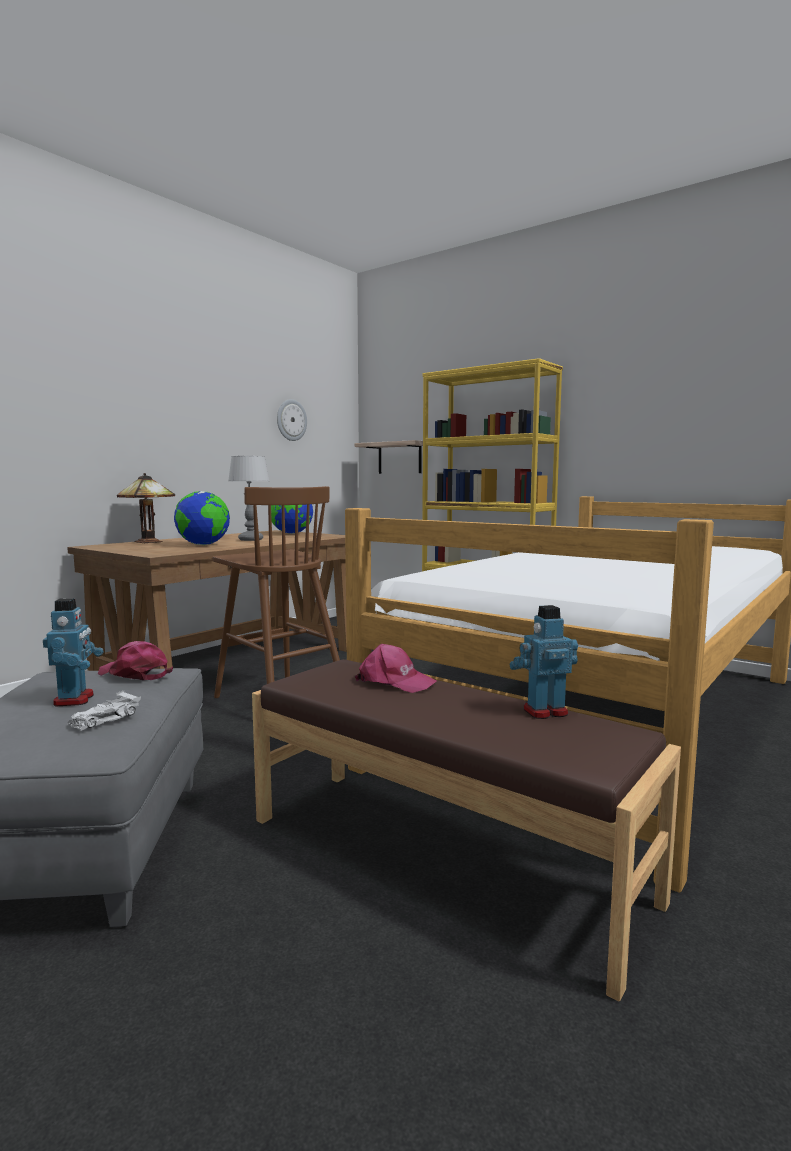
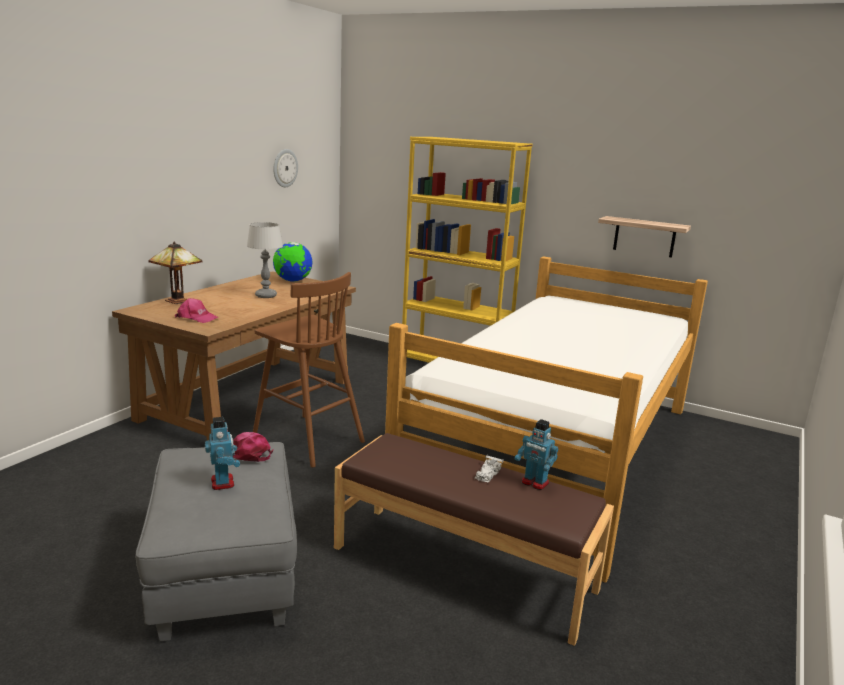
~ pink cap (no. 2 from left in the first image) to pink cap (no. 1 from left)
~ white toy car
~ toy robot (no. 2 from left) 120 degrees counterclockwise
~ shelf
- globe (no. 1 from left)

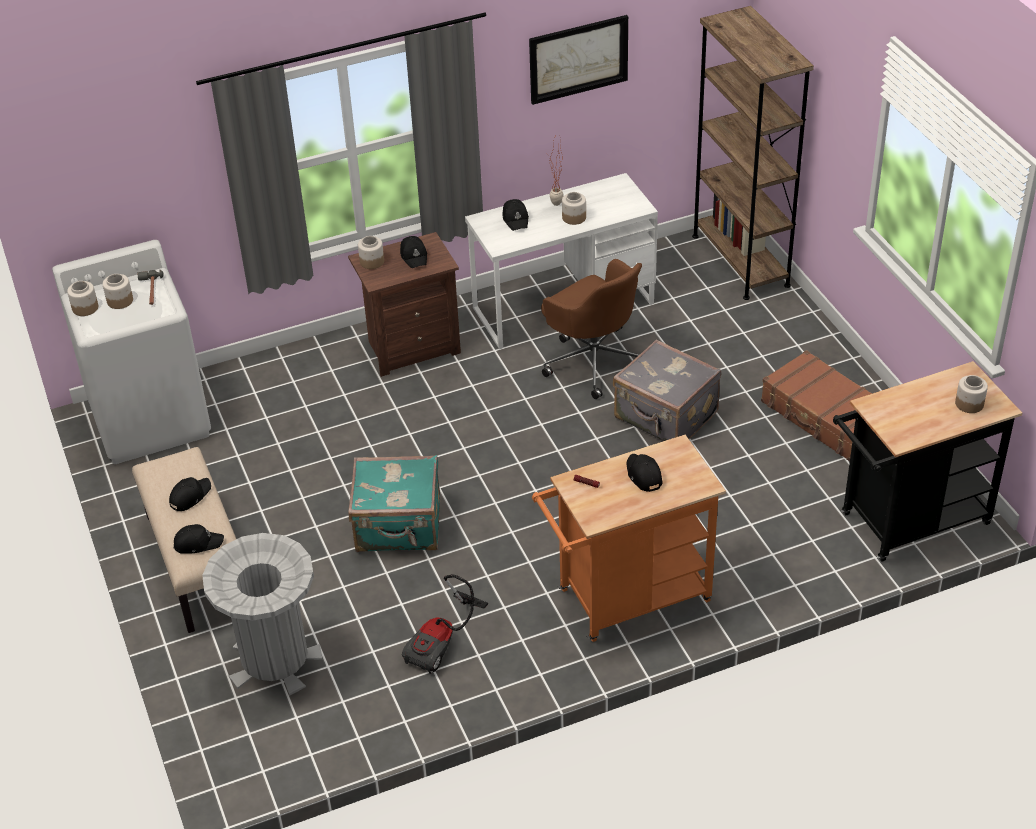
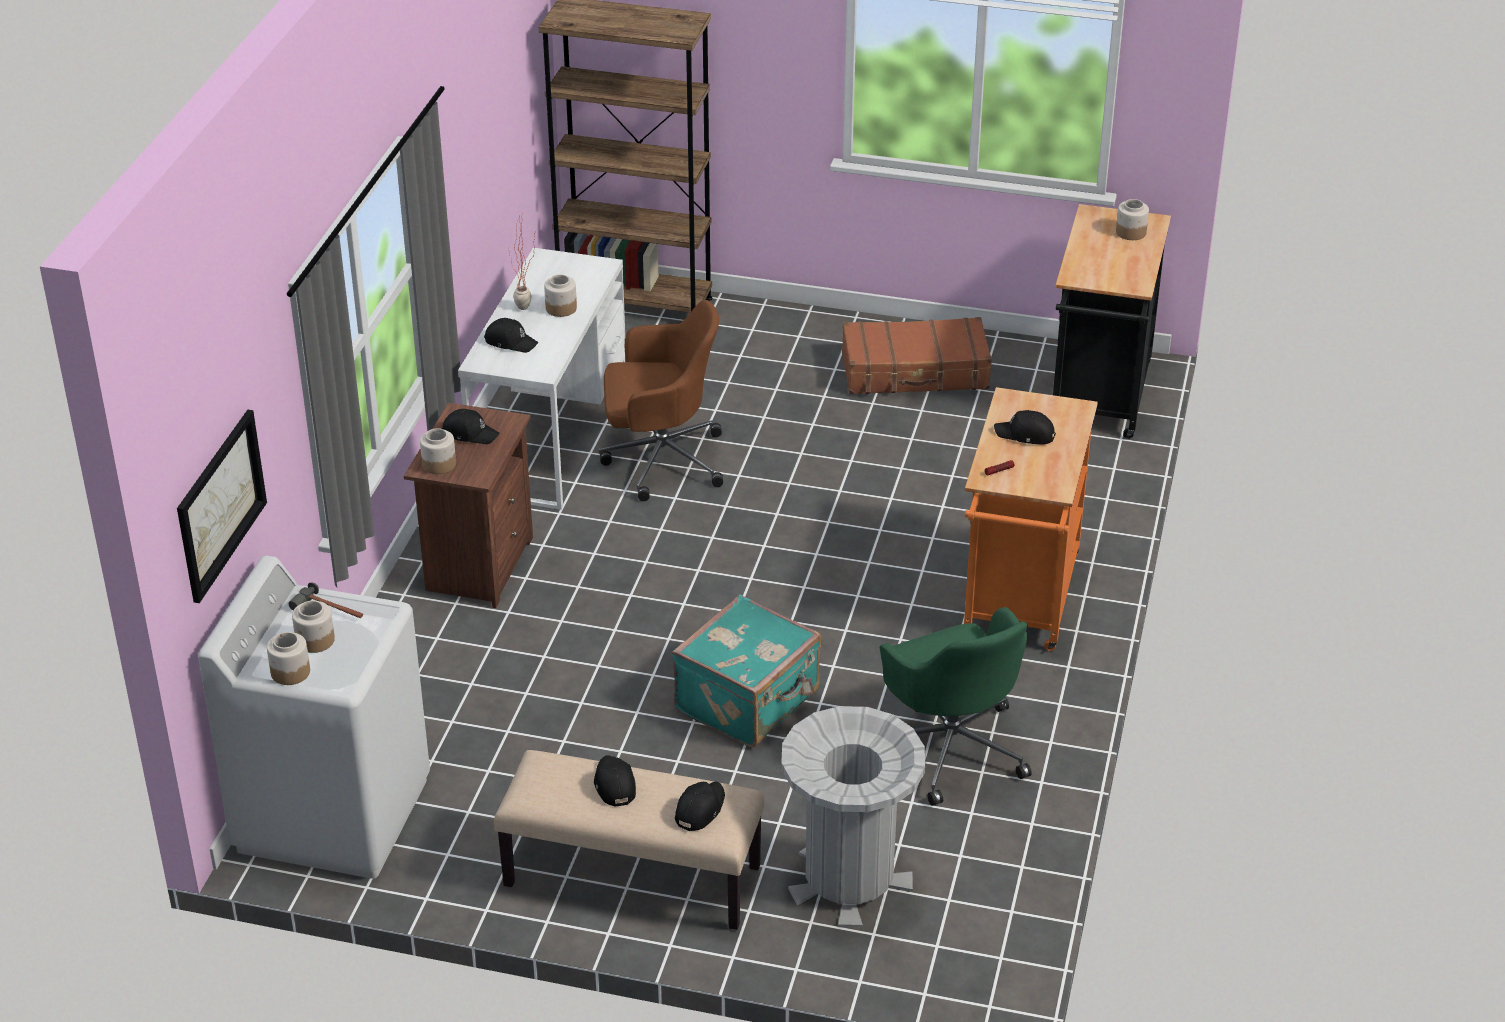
~ picture
~ vacuum cleaner to green office chair
- grey suitcase

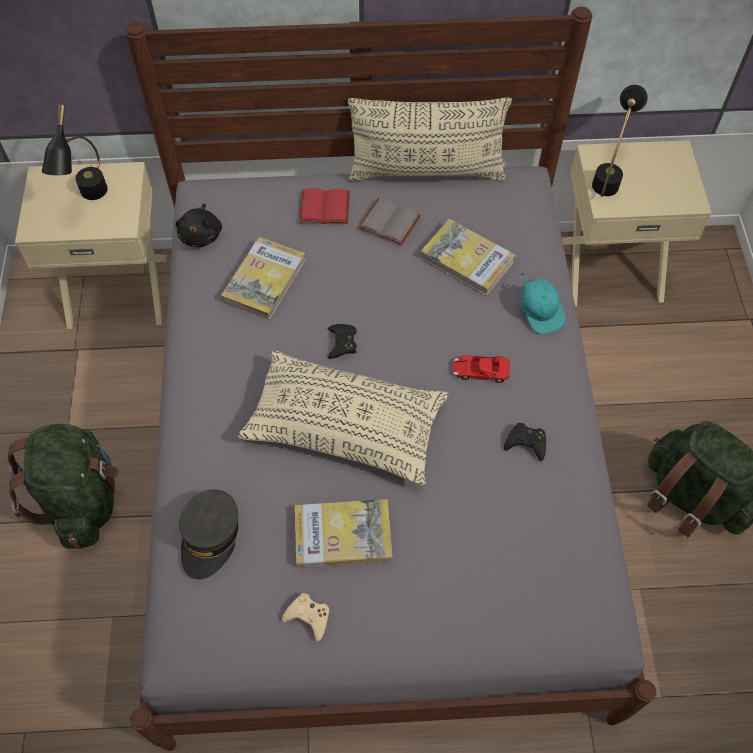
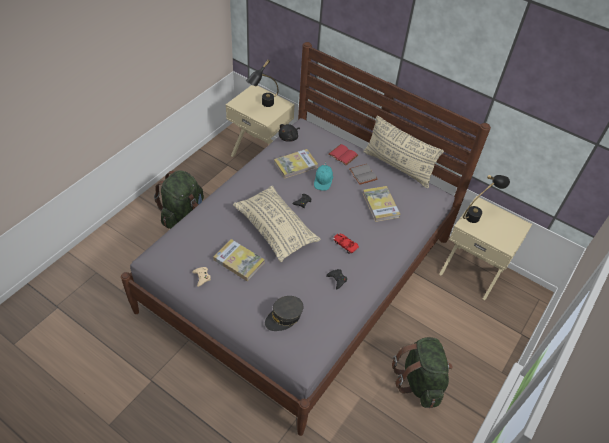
~ grey cap
~ turquoise cap

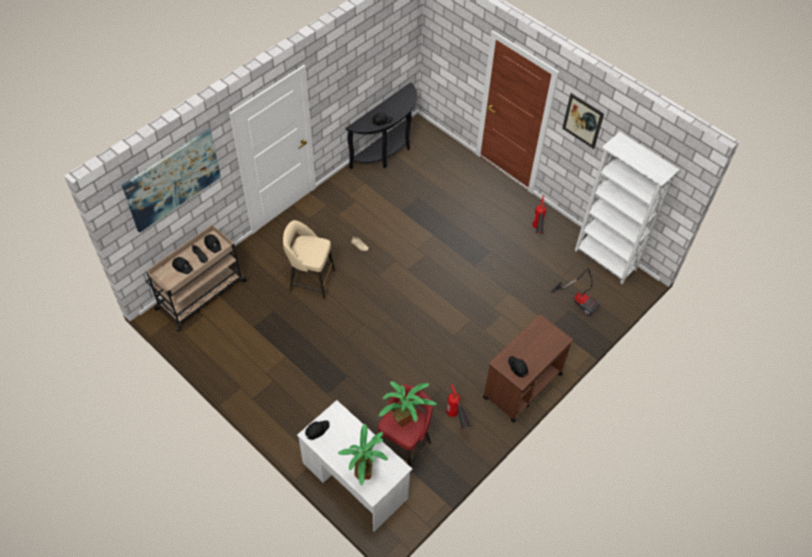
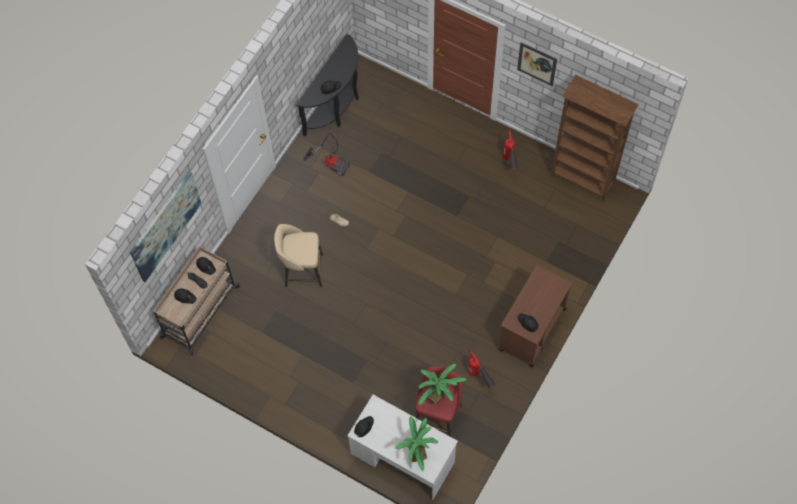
~ vacuum cleaner
~ white bookcase to brown bookcase

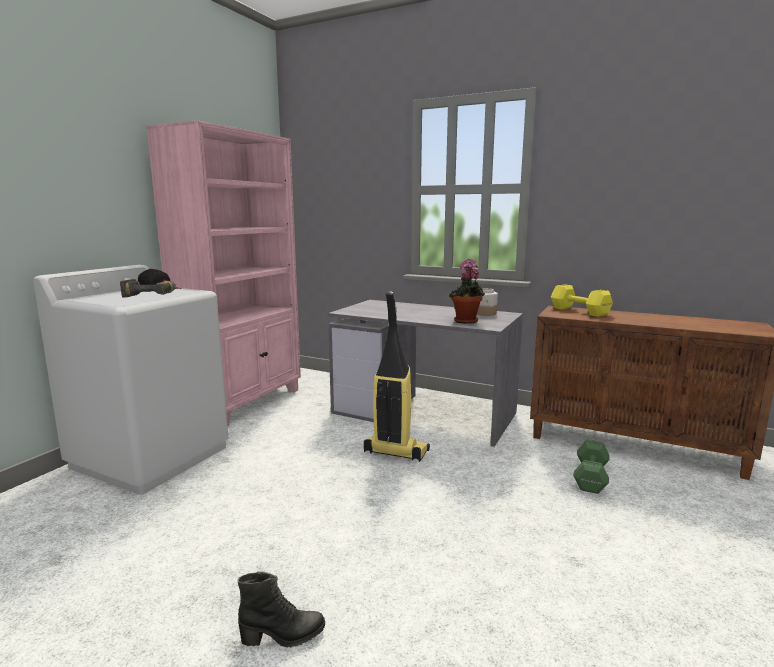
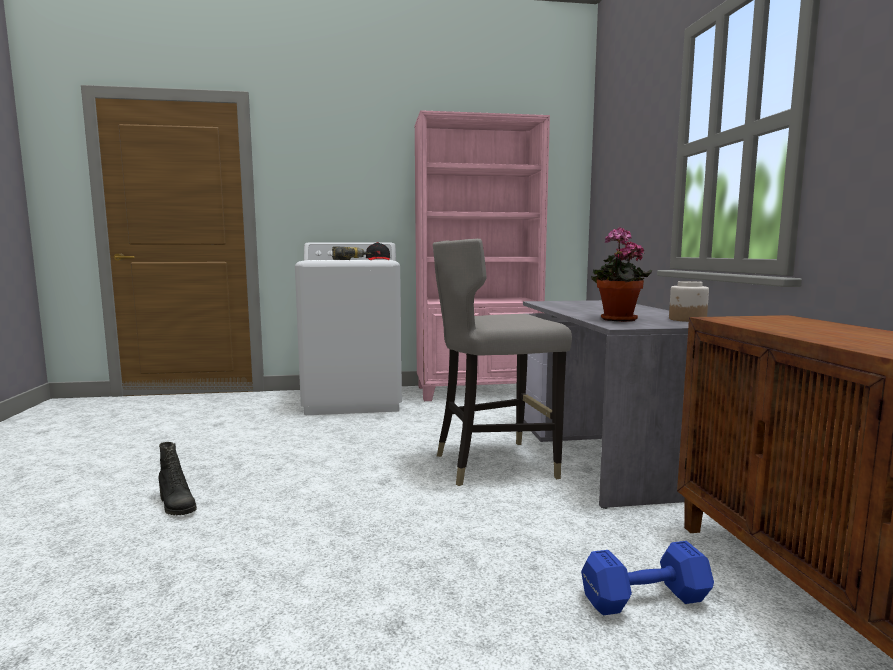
~ vacuum cleaner to grey stool
~ green dumbbell to blue dumbbell
- yellow dumbbell

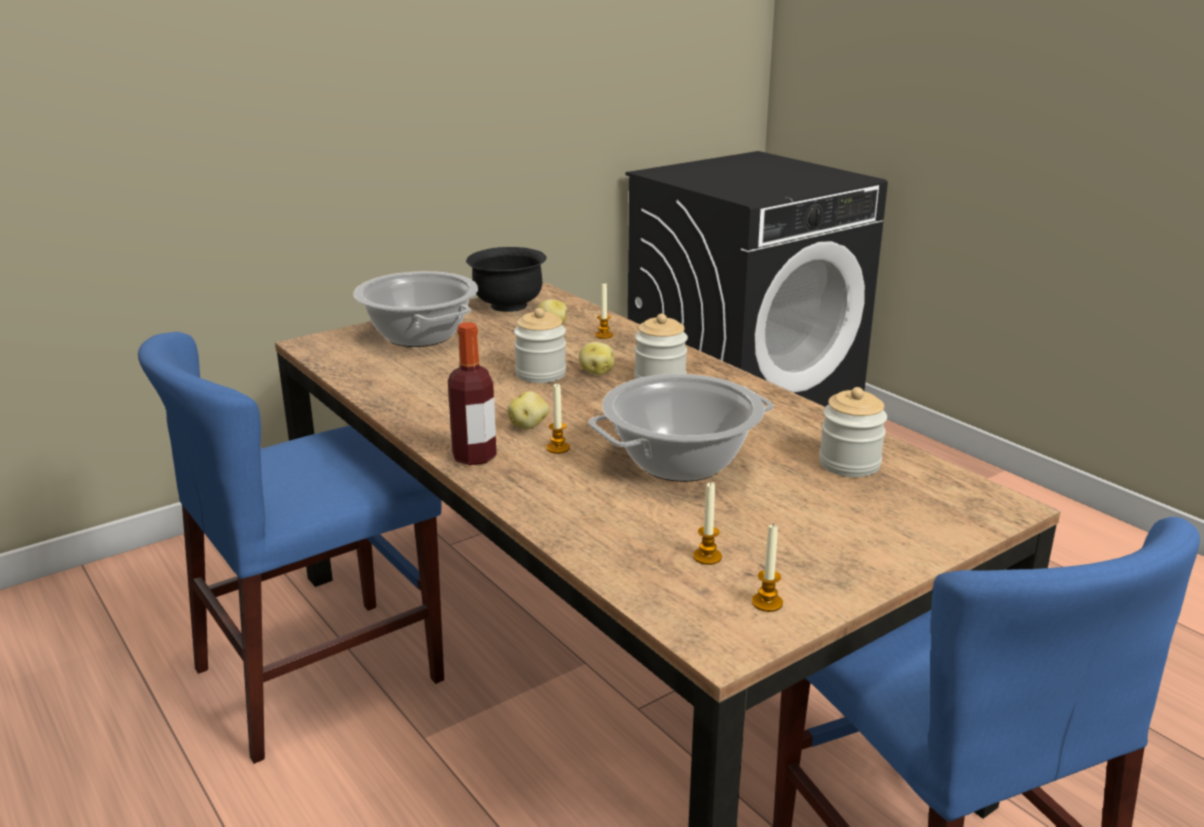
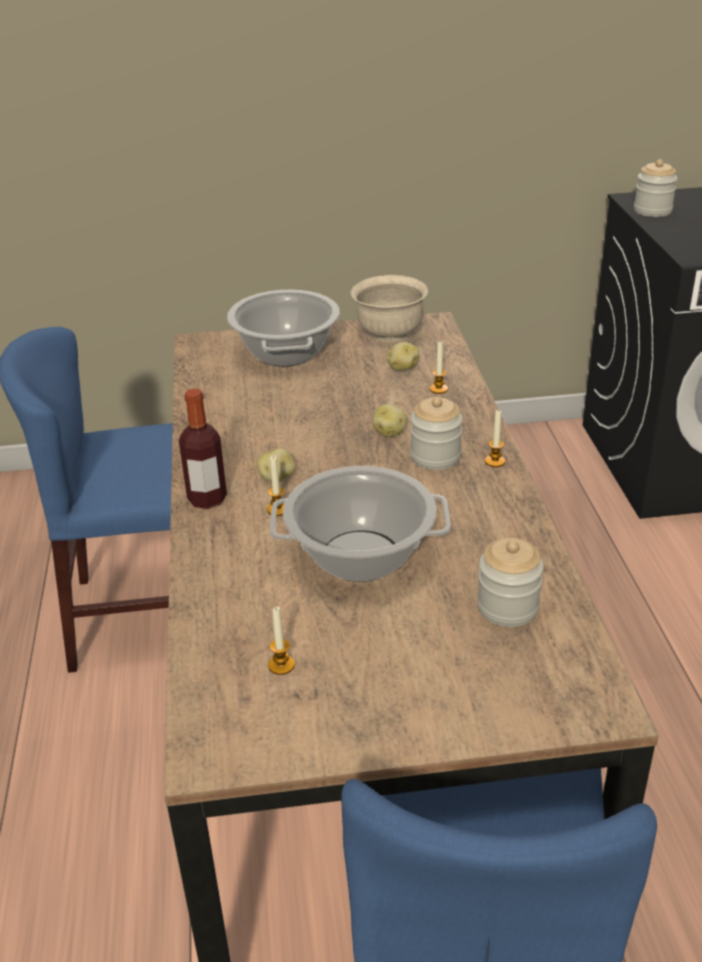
~ black bowl to beige bowl
~ candle (no. 4 from left)
~ jar (no. 1 from left in the first image) to jar (no. 3 from left)

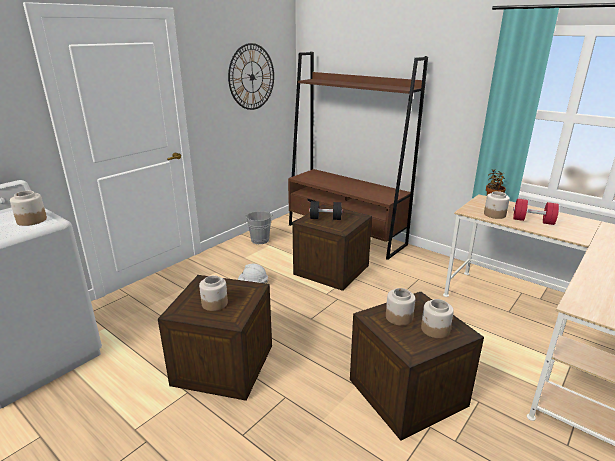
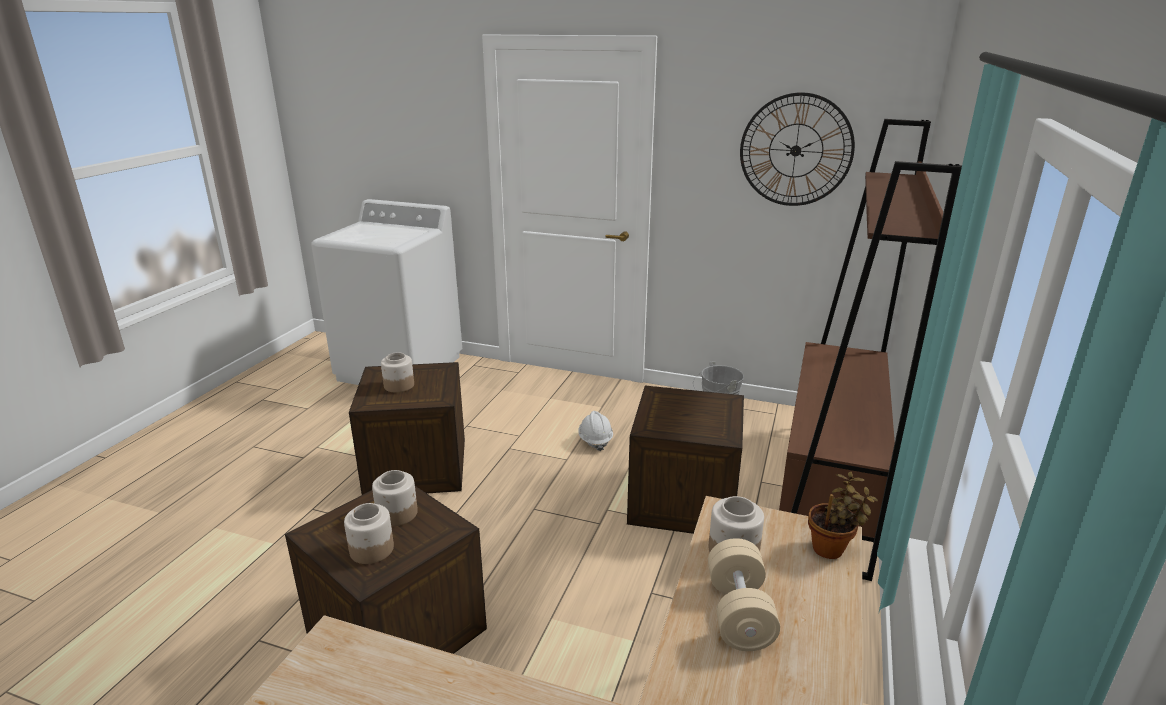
~ red dumbbell to beige dumbbell
- jar (no. 1 from left)
- black dumbbell

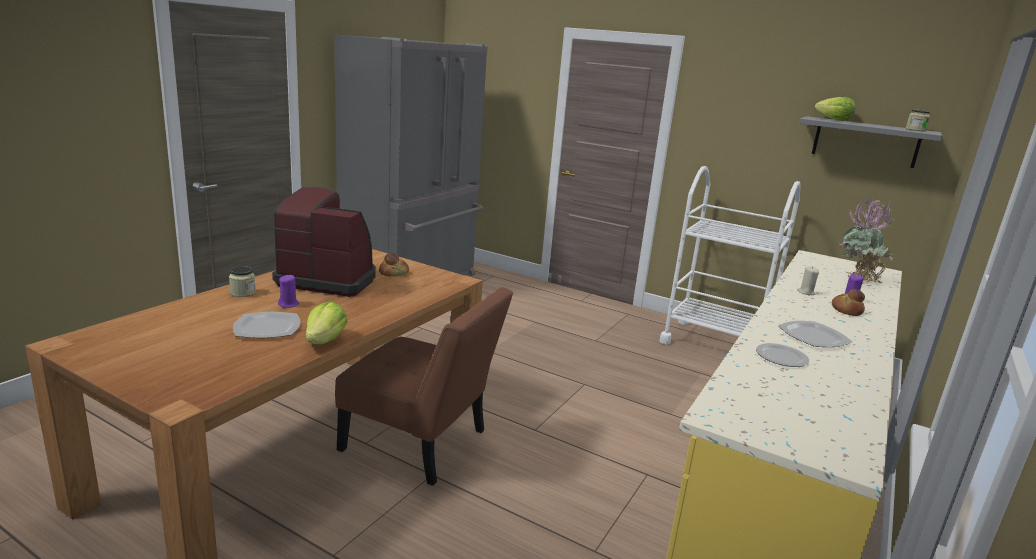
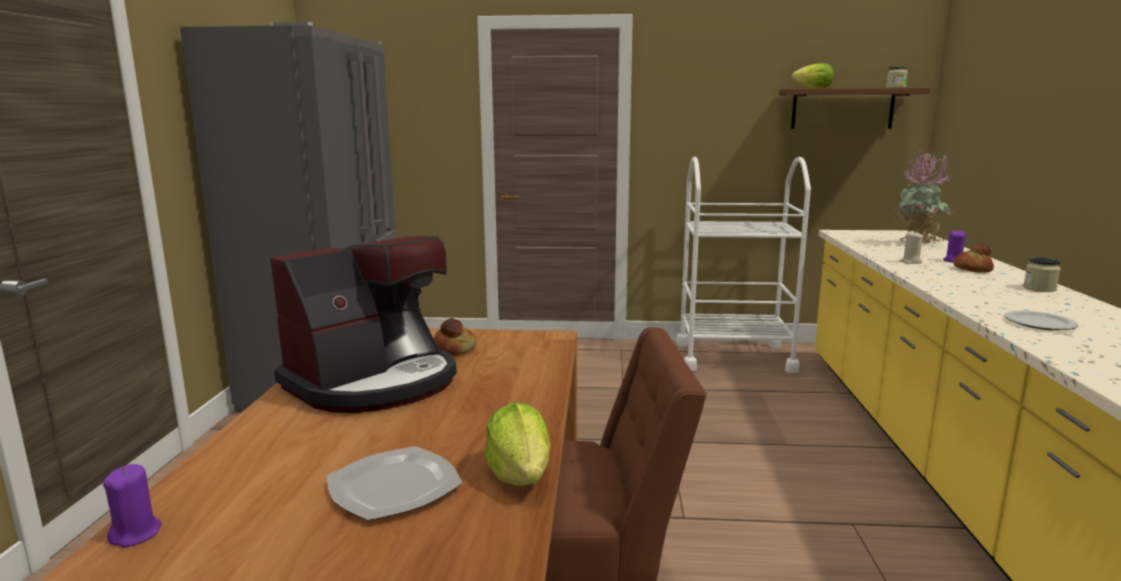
~ purple candle (no. 1 from left)
~ coffee machine 150 degrees clockwise
~ grey shelf to brown shelf
~ jar (no. 1 from left in the first image) to jar (no. 2 from left)
- plate (no. 3 from left)

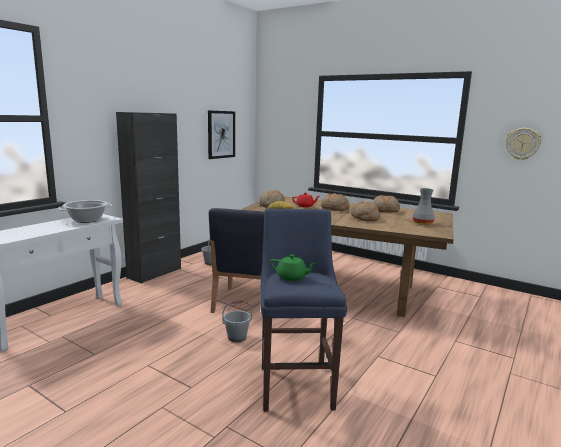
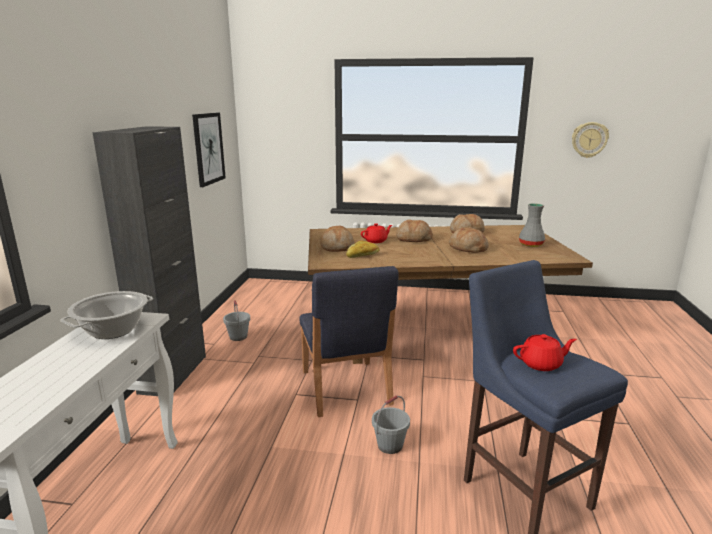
~ green teapot to red teapot (no. 2 from left)

